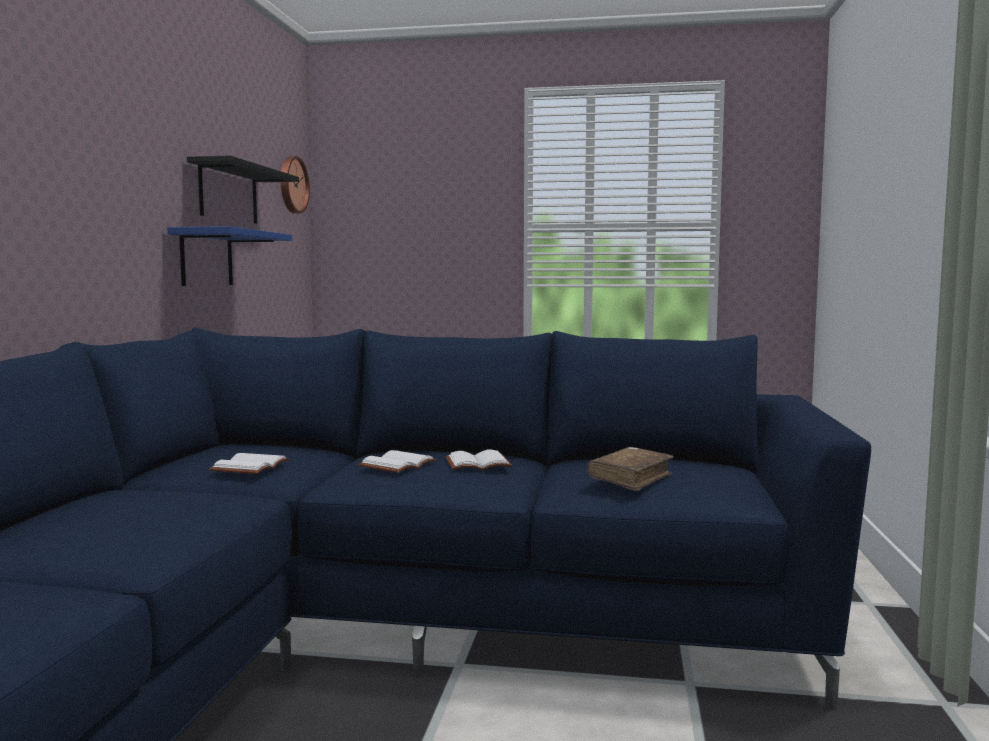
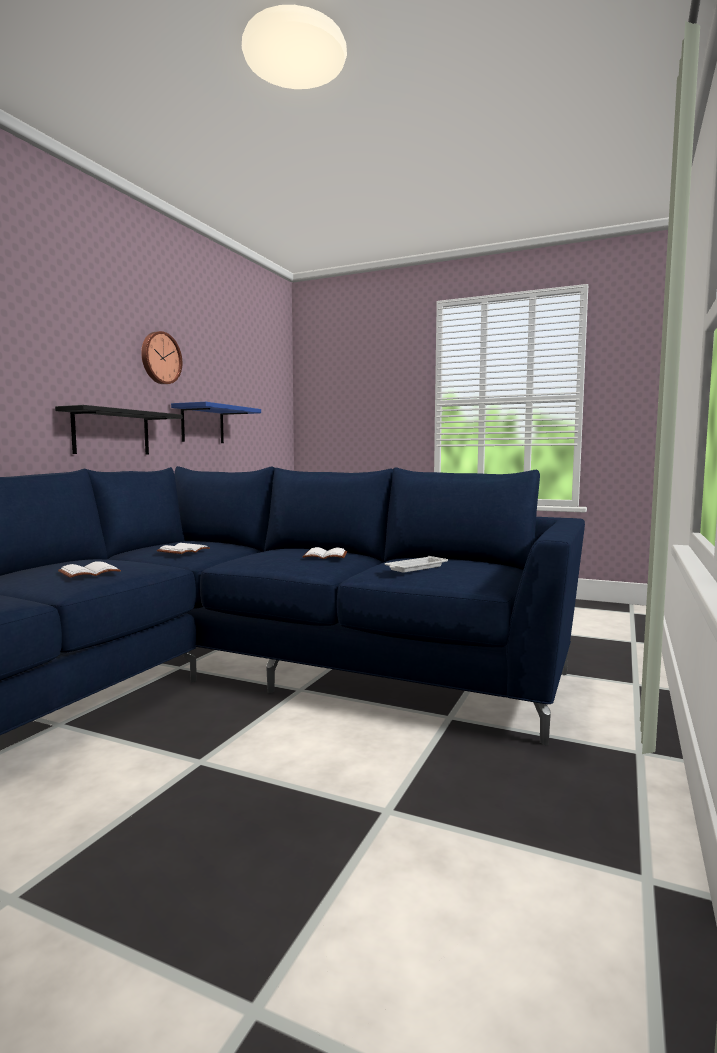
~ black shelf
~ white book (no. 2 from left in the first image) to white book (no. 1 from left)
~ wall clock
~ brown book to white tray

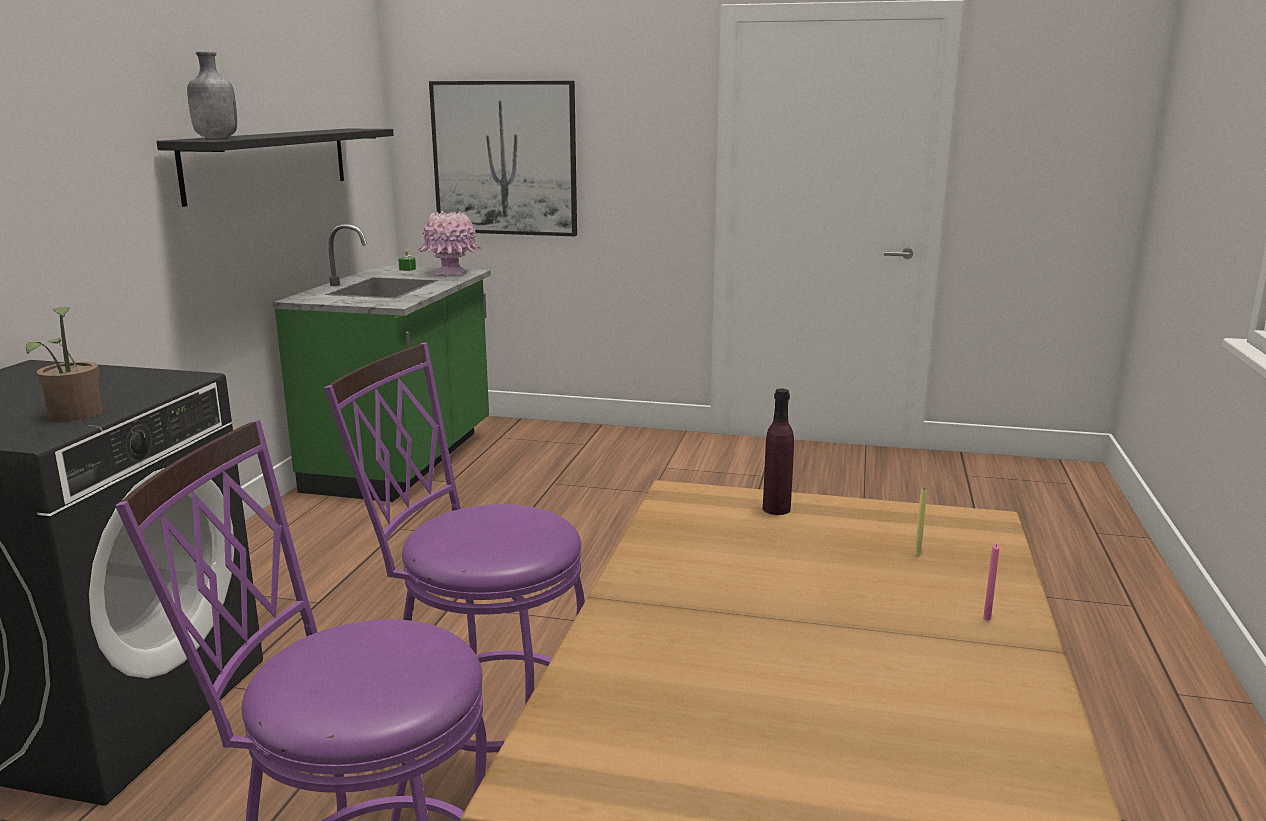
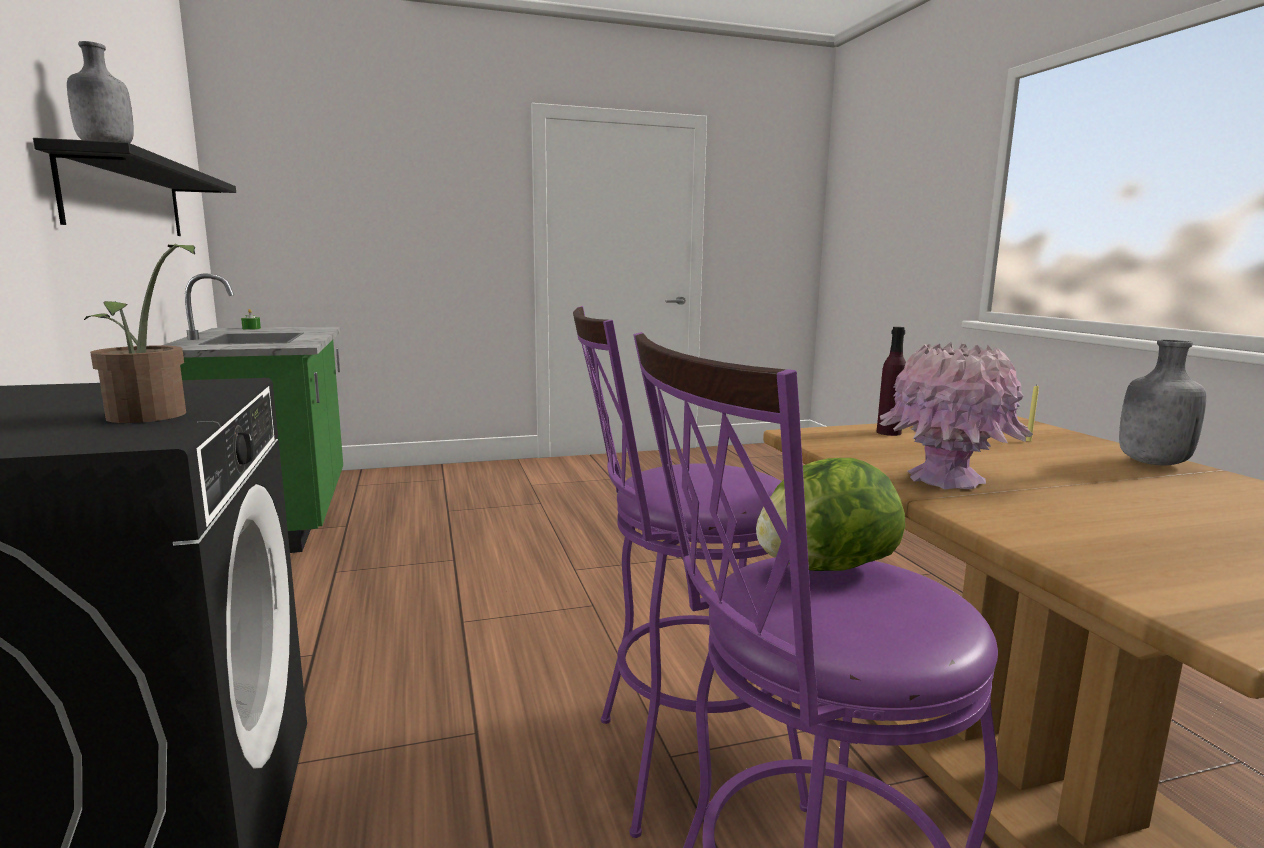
+ lettuce
~ pink vase
~ pink candle to grey bottle (no. 2 from left)
- picture

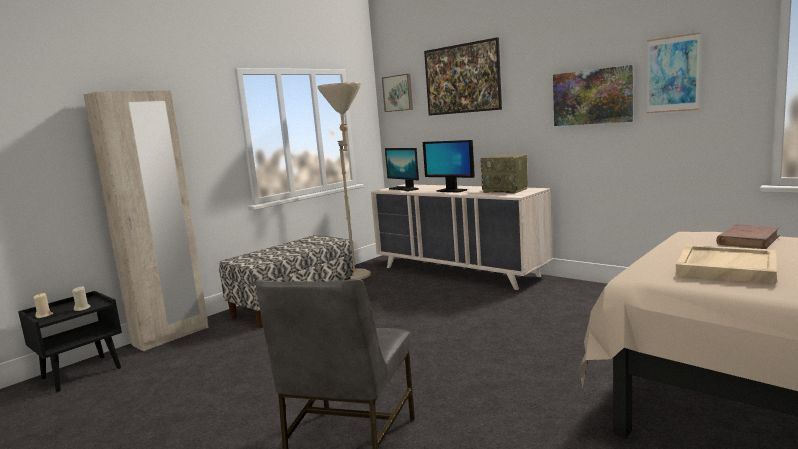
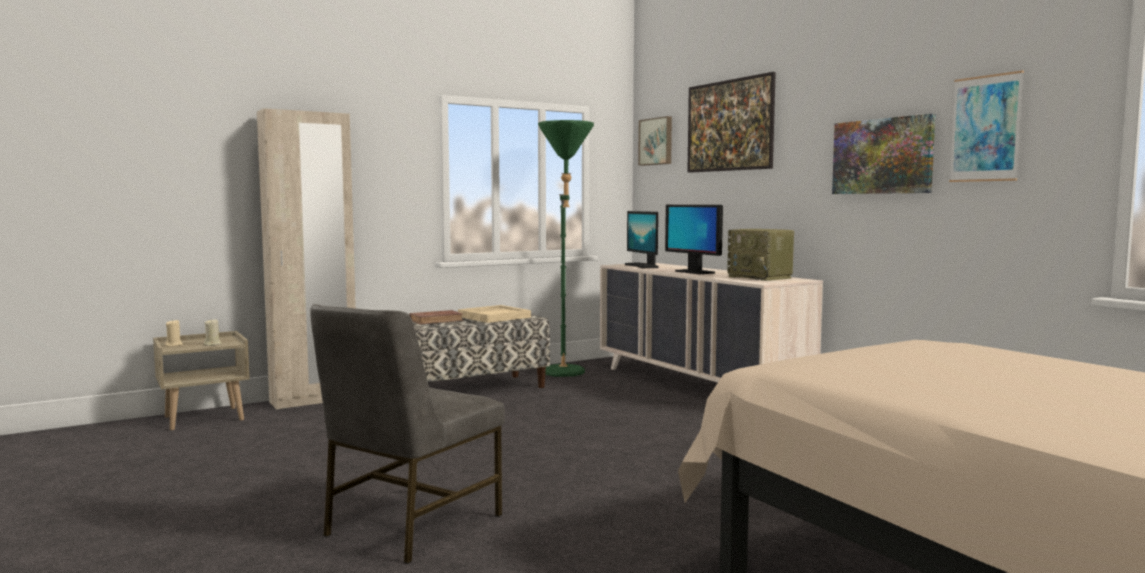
~ black nightstand to beige nightstand
~ brown book
~ beige tray
~ beige floor lamp to green floor lamp

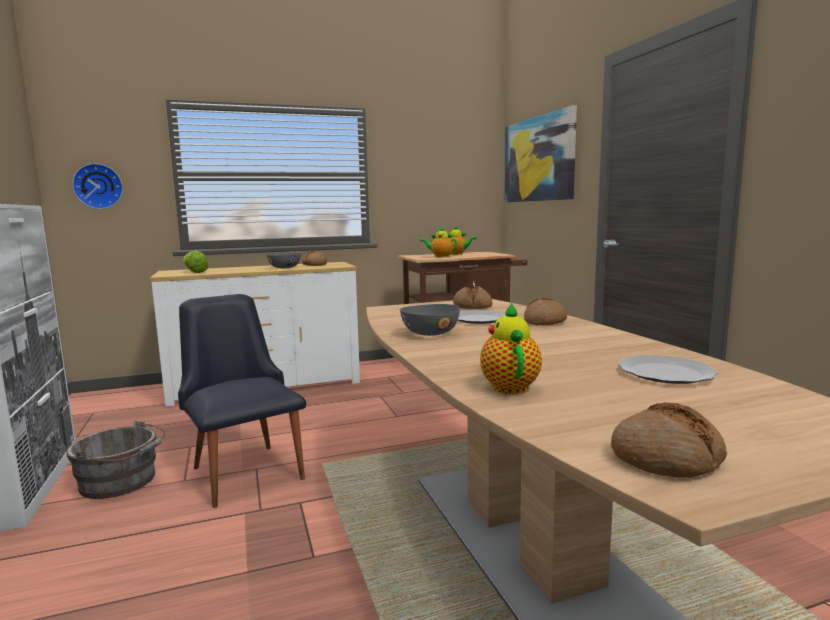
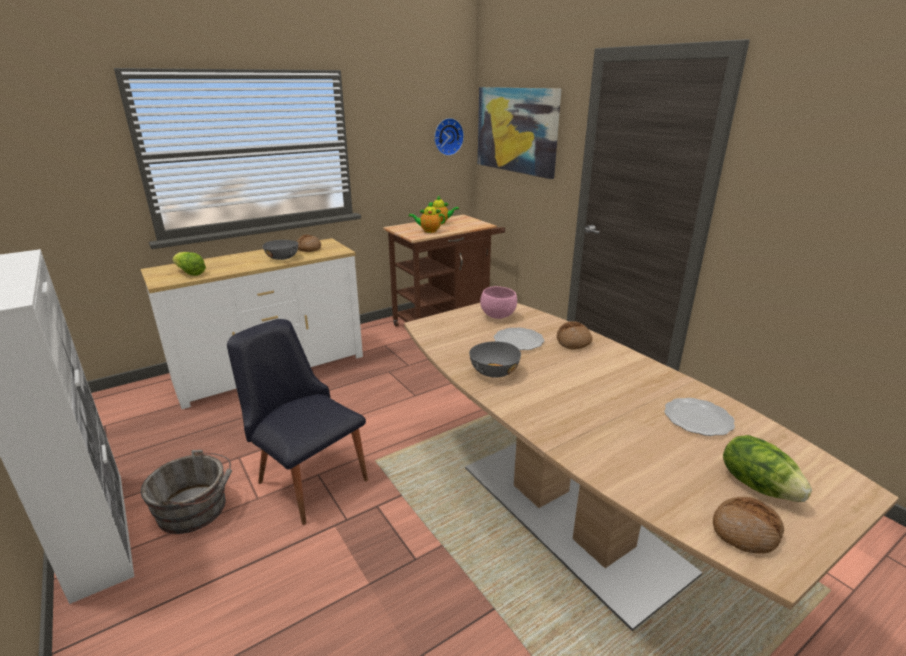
~ wall clock
~ bread (no. 2 from left) to pink bowl
+ lettuce (no. 2 from left)
- teapot (no. 3 from left)

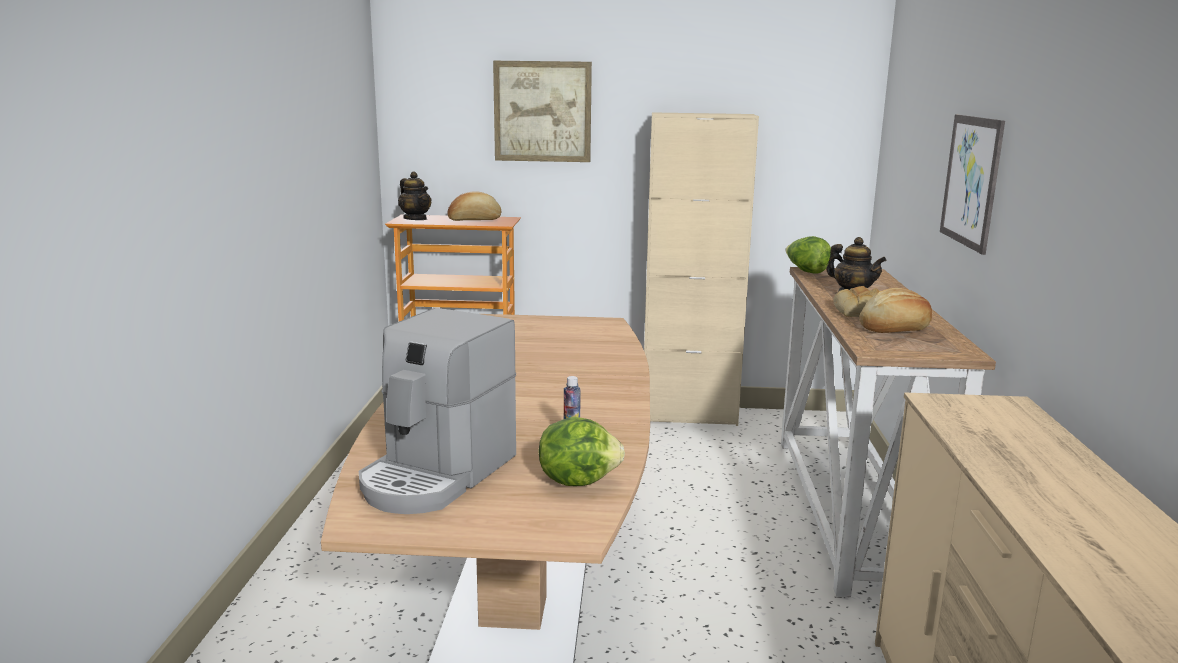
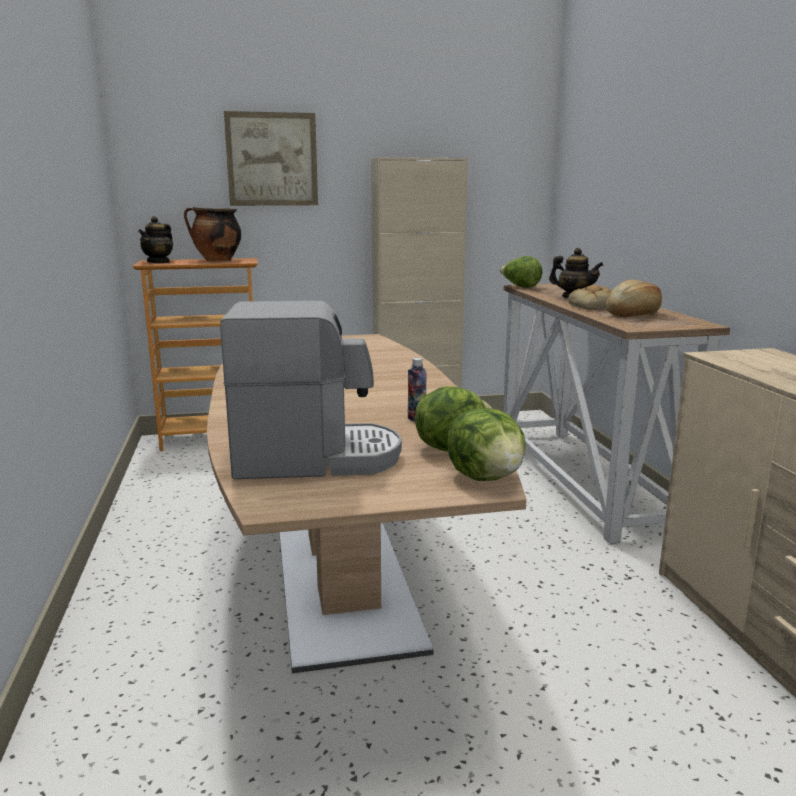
~ teapot (no. 1 from left) 75 degrees clockwise
~ bread (no. 1 from left) to cooking pot
~ coffee machine 105 degrees counterclockwise
+ lettuce (no. 2 from left)
- picture (no. 2 from left)

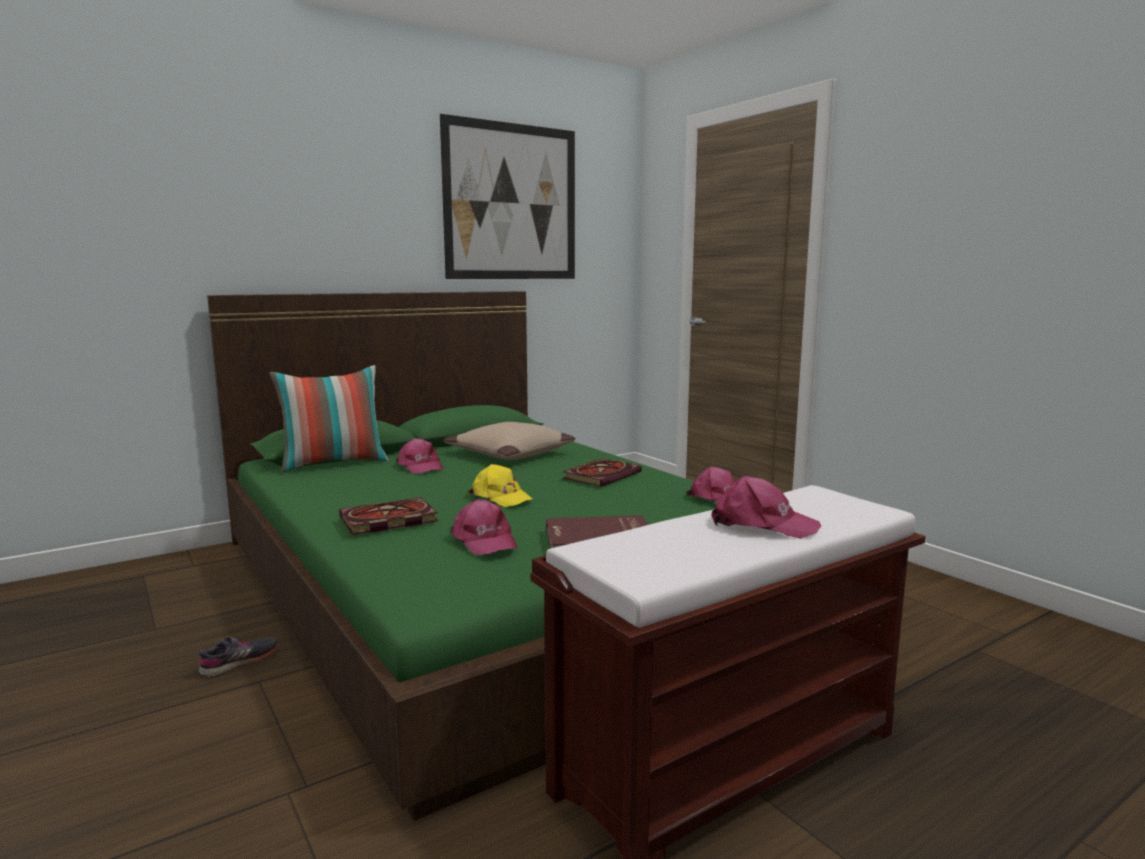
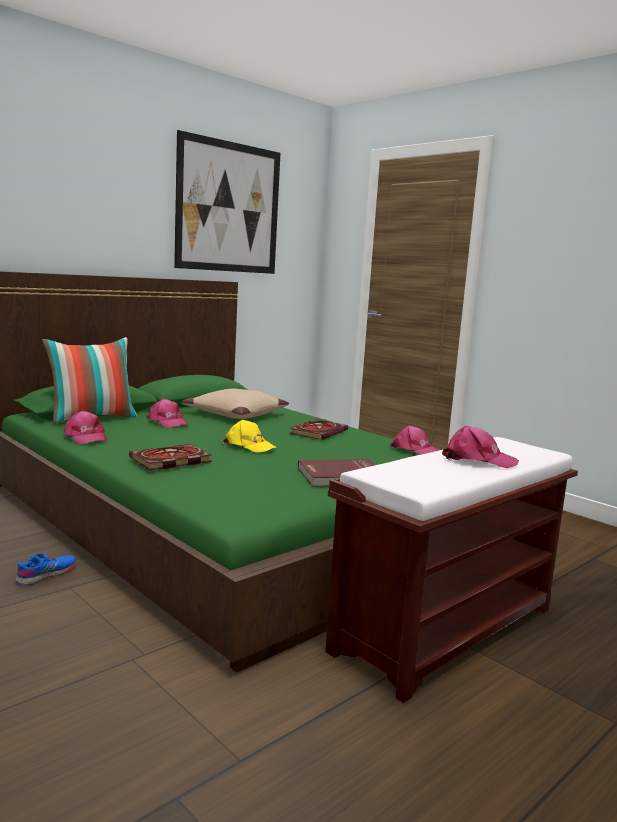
~ grey shoe to blue shoe
~ pink cap (no. 2 from left in the first image) to pink cap (no. 1 from left)

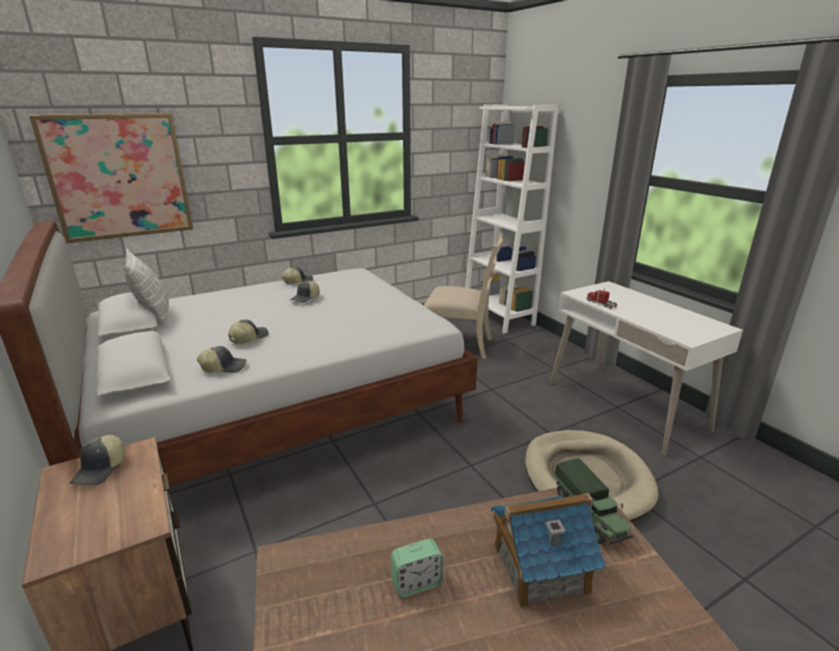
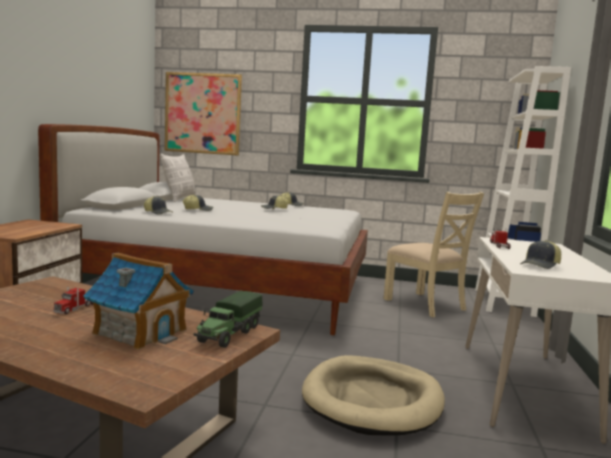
~ alarm clock to toy truck (no. 1 from left)
~ cap (no. 1 from left in the first image) to cap (no. 5 from left)

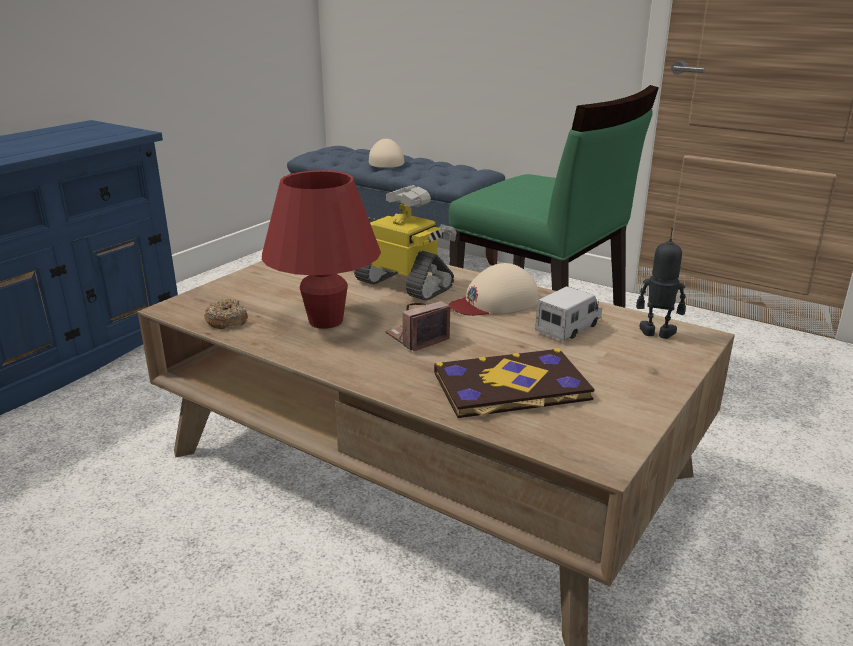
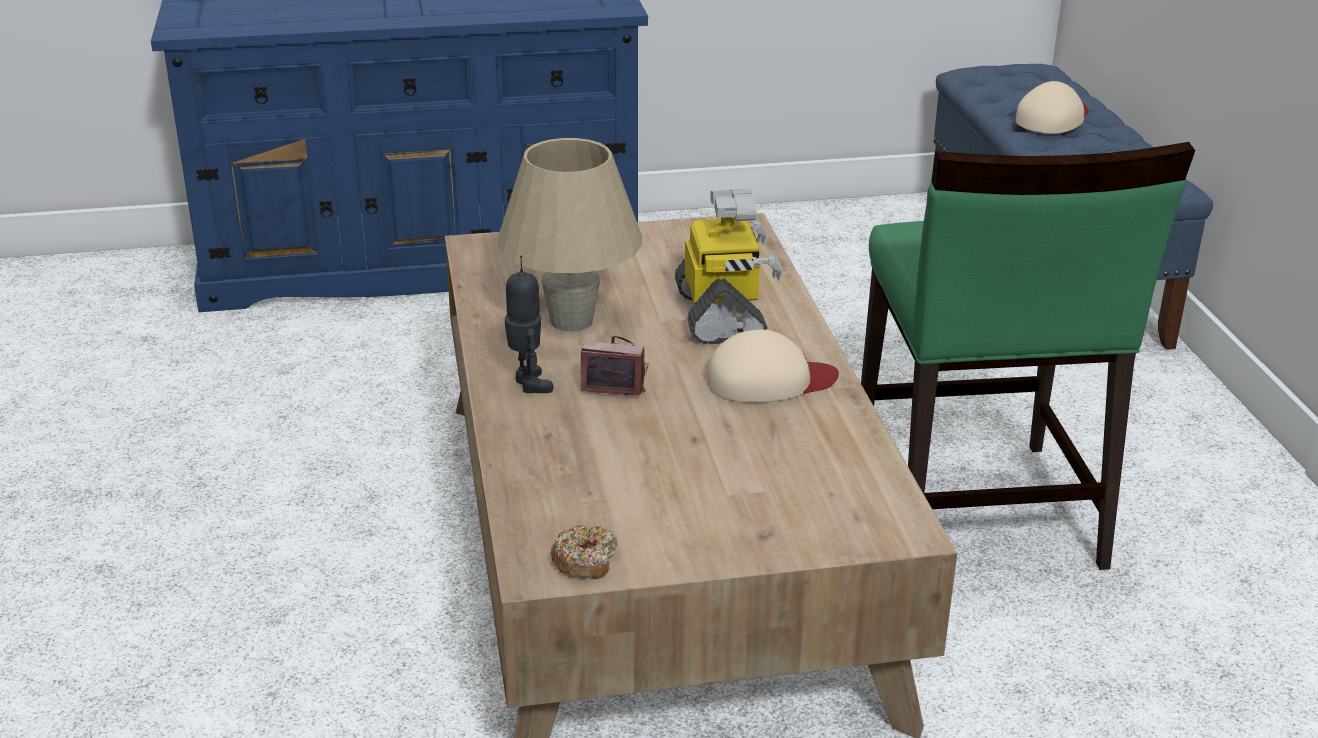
~ red table lamp to beige table lamp
~ toy robot (no. 2 from left in the first image) to toy robot (no. 1 from left)
~ donut
~ beige cap (no. 2 from left in the first image) 150 degrees clockwise
- book
- toy truck

